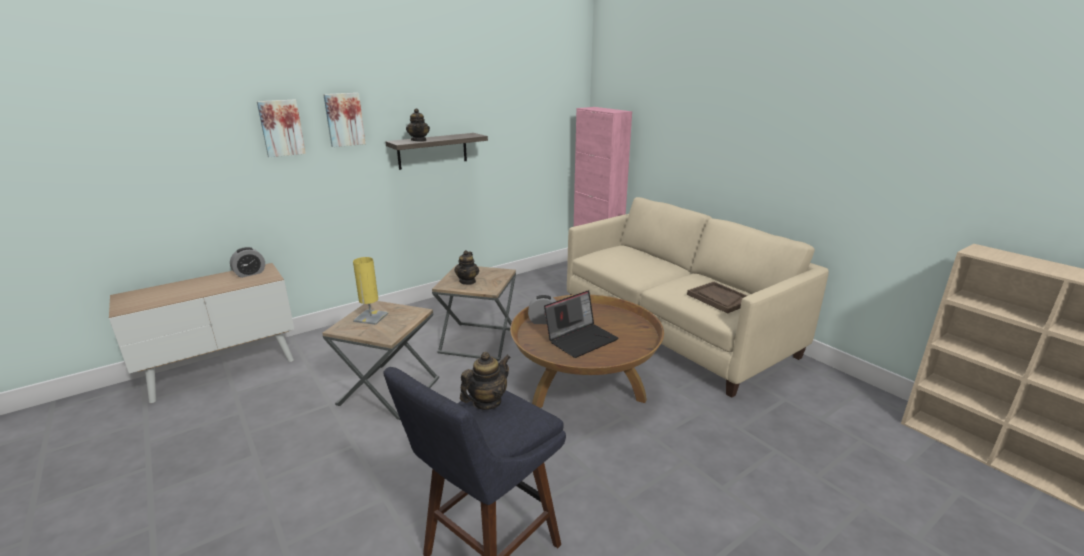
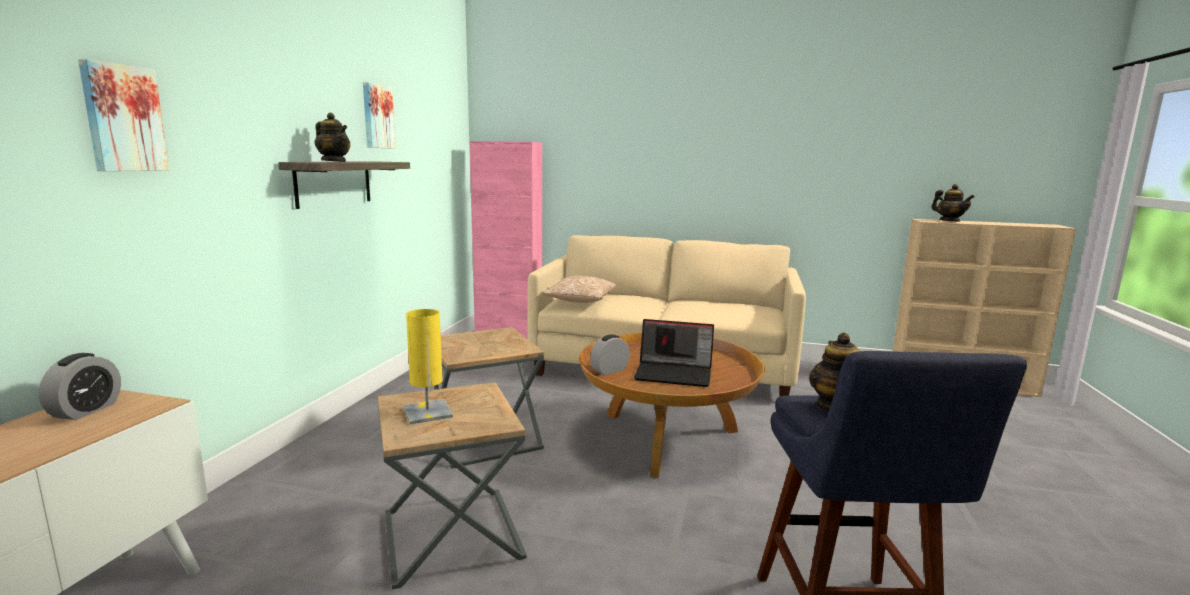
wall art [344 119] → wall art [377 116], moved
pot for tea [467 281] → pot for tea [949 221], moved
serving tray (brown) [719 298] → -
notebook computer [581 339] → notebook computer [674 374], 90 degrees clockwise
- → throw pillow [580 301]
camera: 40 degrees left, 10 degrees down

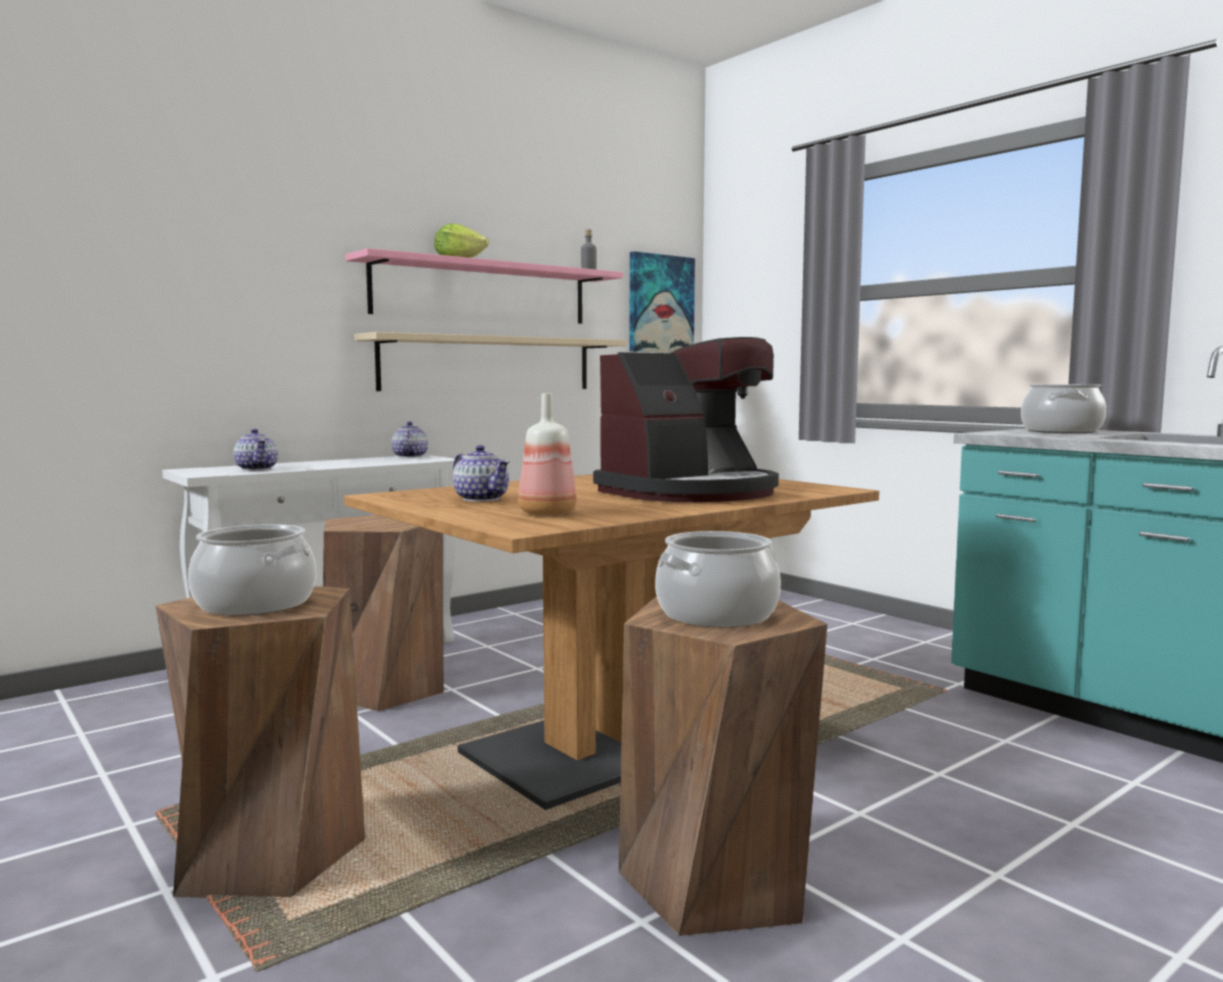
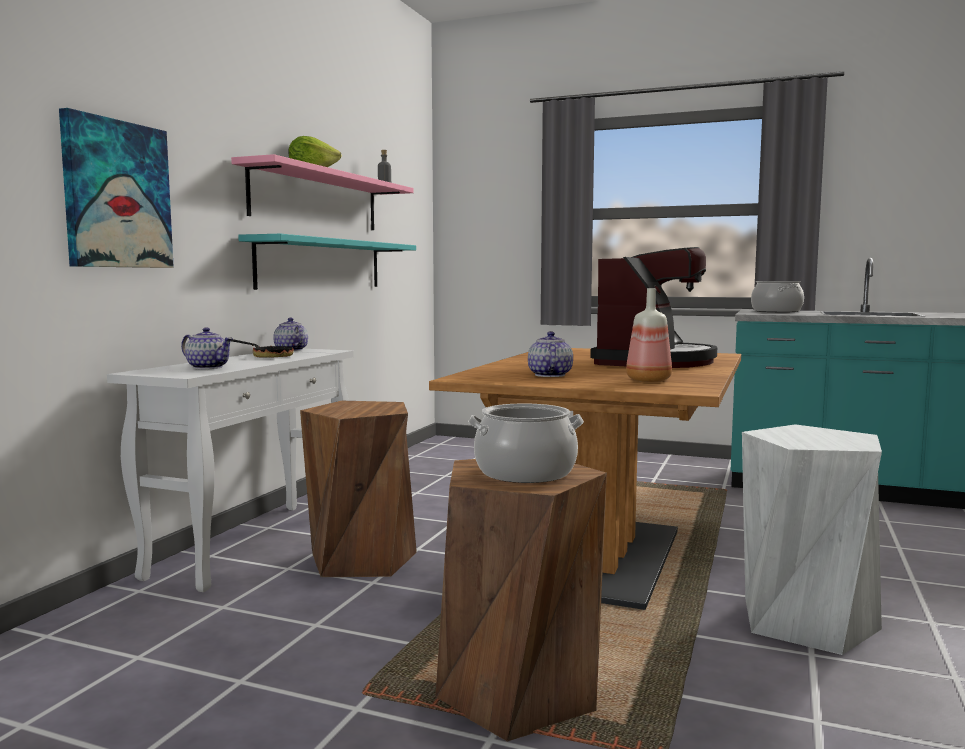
wall art [660 304] → wall art [117 195], moved
shelf (beige) [489 363] → shelf (turquoise-coloured) [322 264]
pot for tea [481 499] → pot for tea [549 375], 105 degrees counterclockwise
stockpot [716 614] → -
sitting stool (brown) [717 880] → sitting stool (whitish) [806 621]
- → skillet [267 356]
camera: 30 degrees left, 0 degrees up

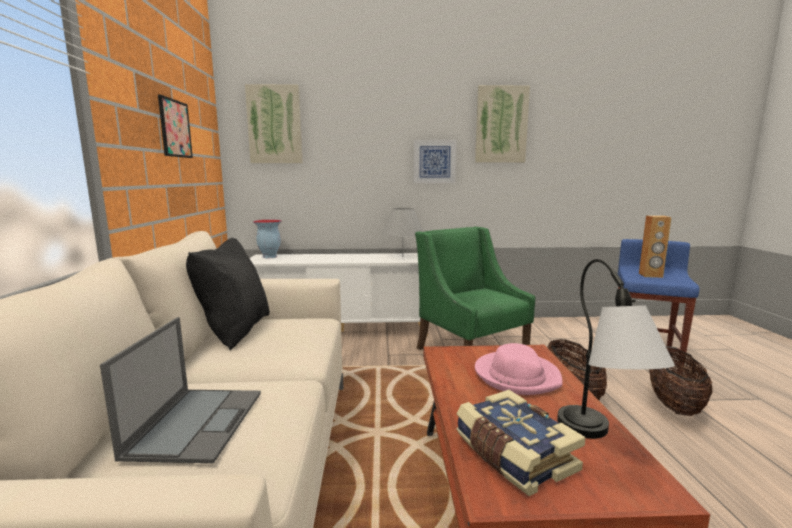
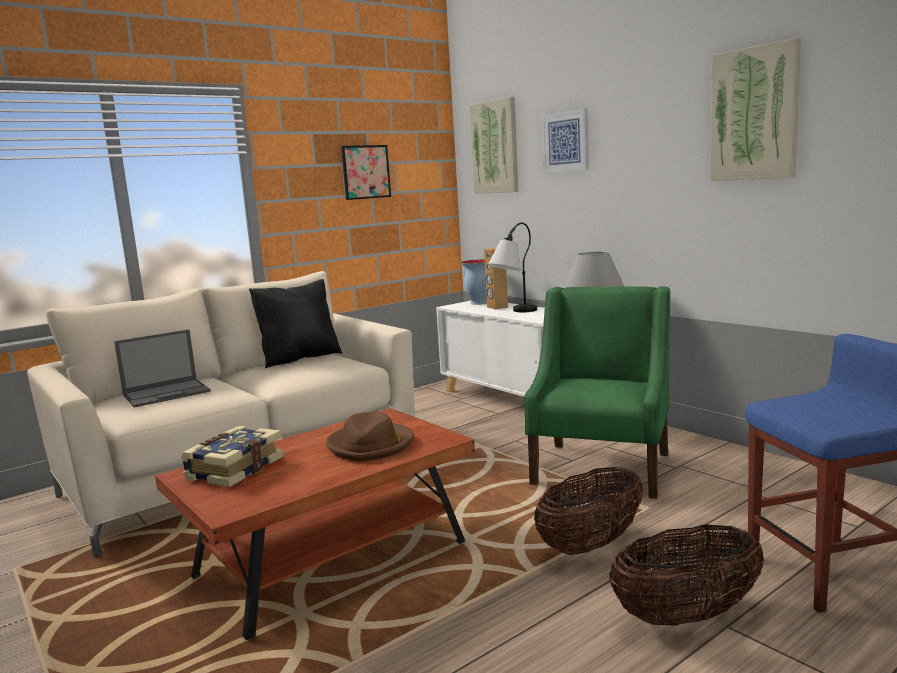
wall art [434 161] → wall art [566 141], moved
audio speaker (brown) [650 275] → audio speaker (brown) [497 307], moved
table lamp [601 444] → table lamp [513 312], moved
clothing hat (pinkish) [516 376] → clothing hat (brown) [371 445]
camera: 55 degrees right, 0 degrees up

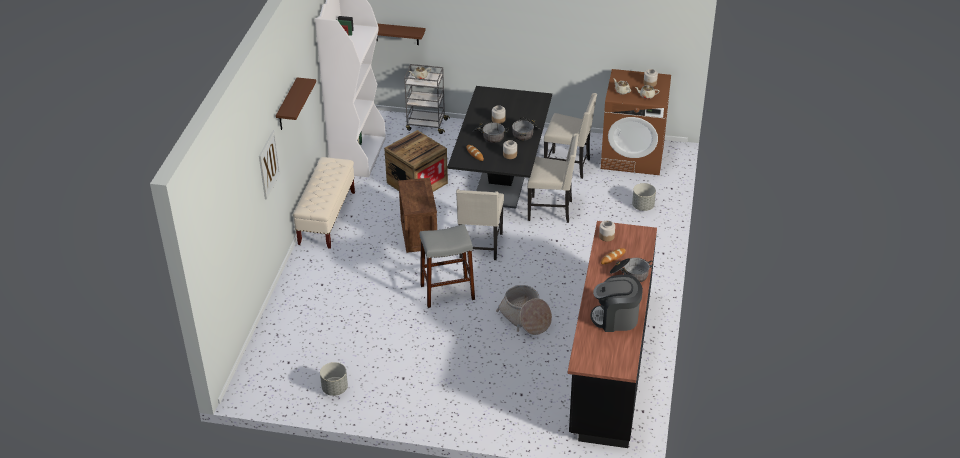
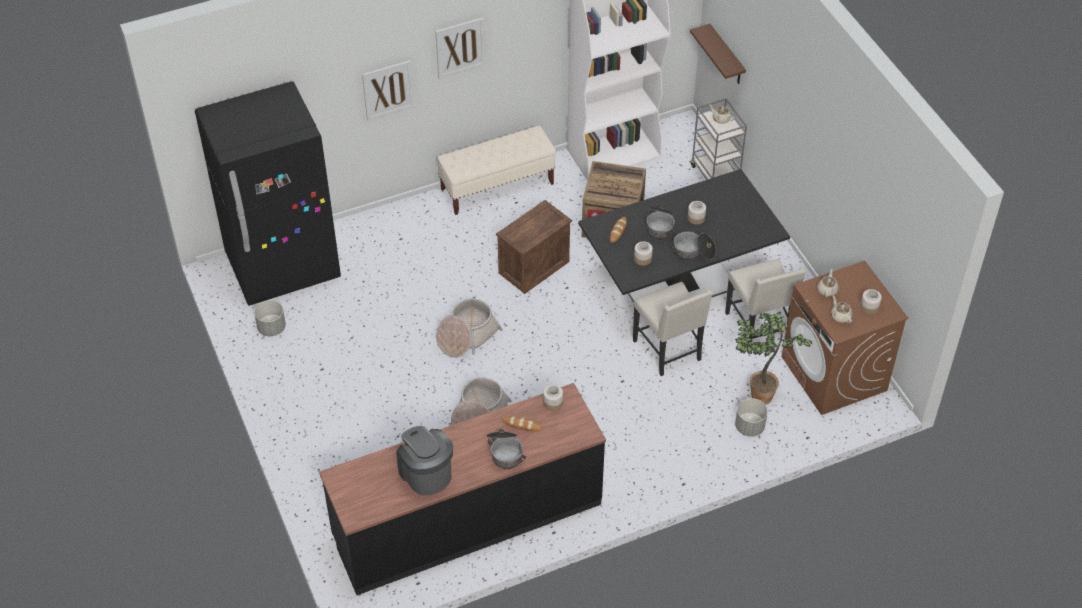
shelf (brown) [287 105] → wall art [460 47]
upright chair (beige) [480 246] → -
sitting stool (gray) [447 292] → storage basket [466 336]
- → kitchen fridge (black) [283 267]
- → plant in a pot [758 396]
camera: 55 degrees right, 10 degrees up

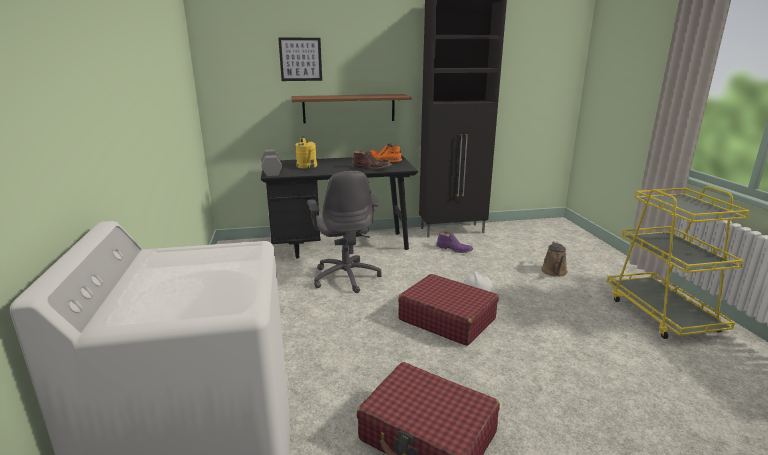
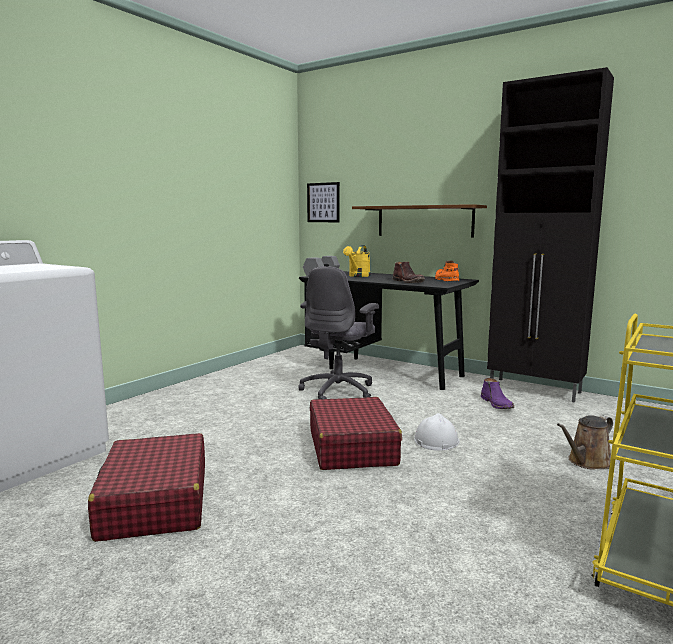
wall art [300 59] → wall art [323 202], moved
camera: 45 degrees right, 10 degrees down

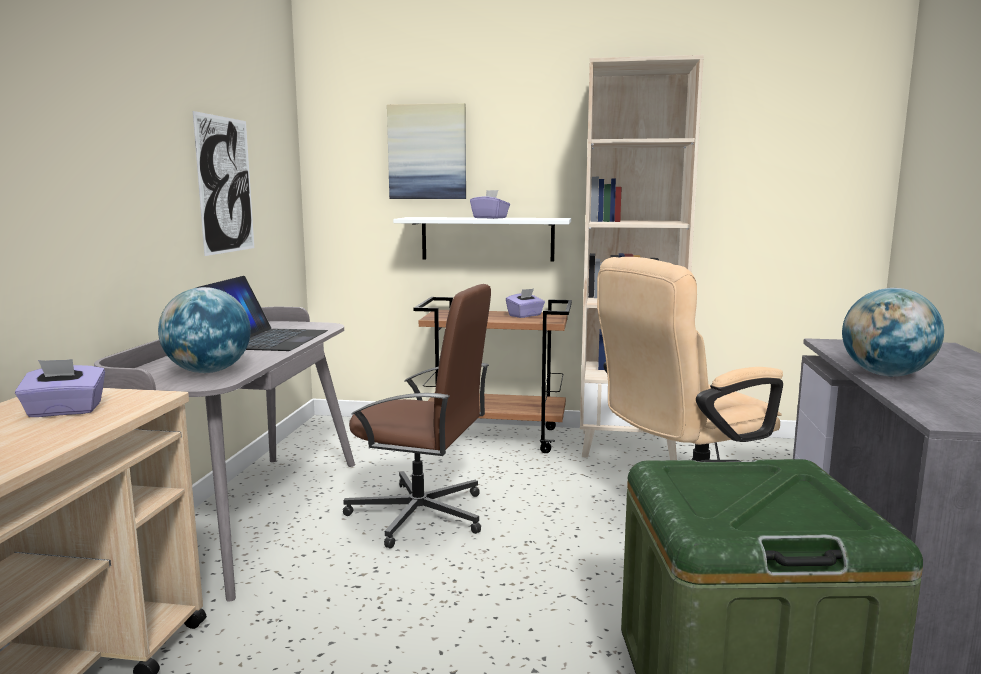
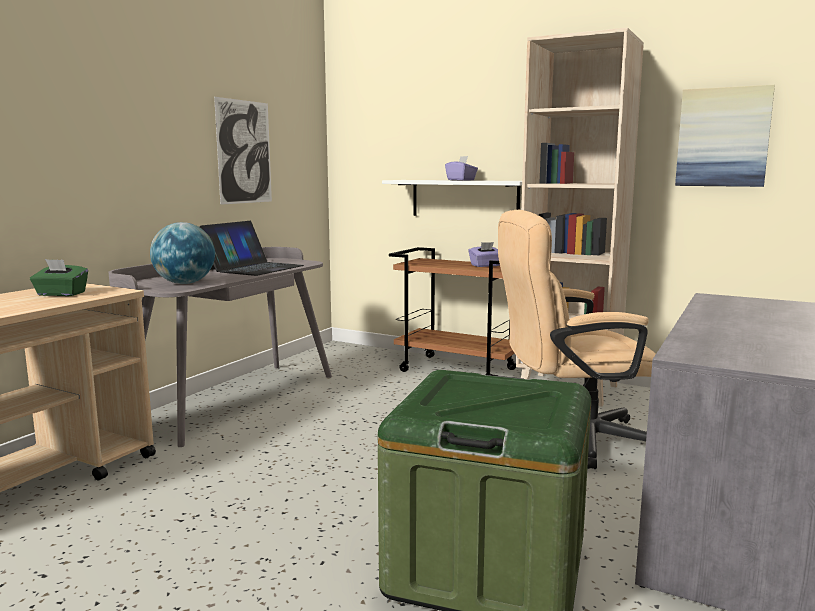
wall art [427 152] → wall art [723 137], moved
desk chair (brown) [421 515] → -
world globe [886 375] → -
tissue box (purple) [64 411] → tissue box (green-coloured) [61 294]
camera: 20 degrees right, 0 degrees up

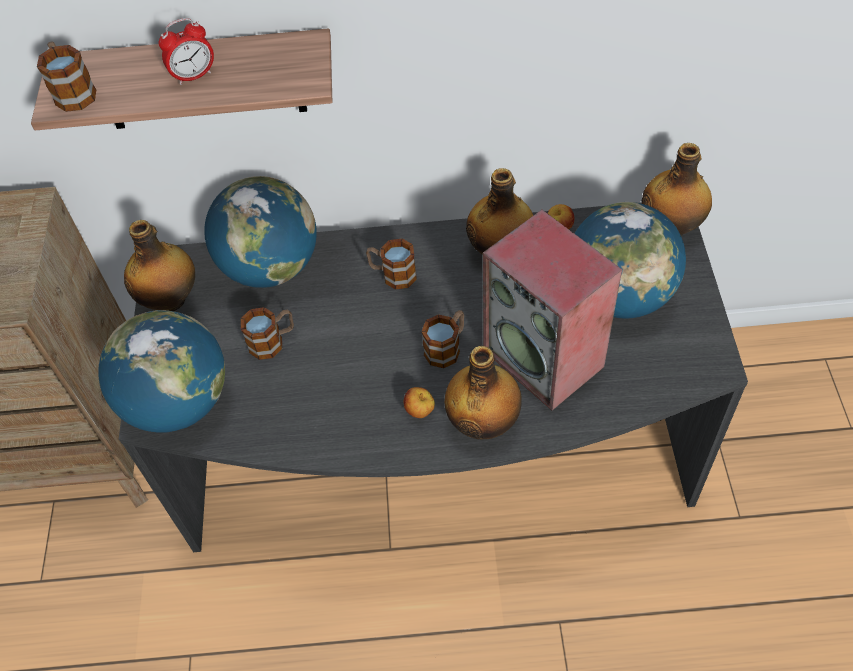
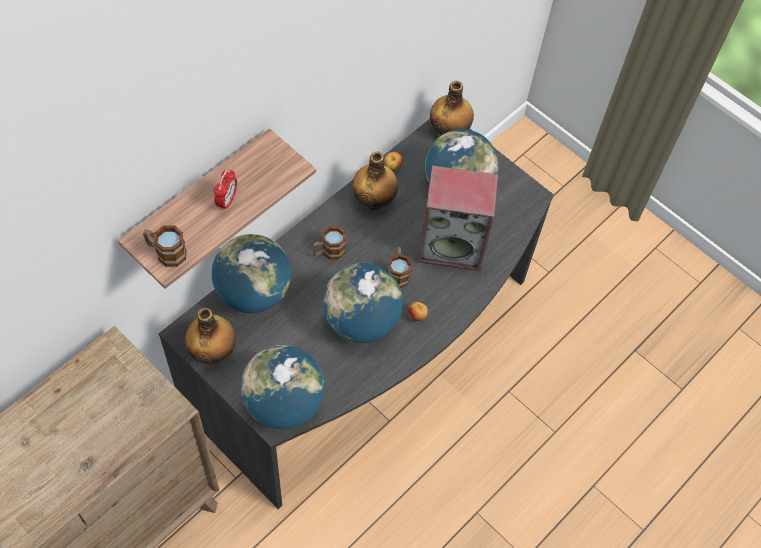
coffee mug [273 341] → -
beverage bottle [484 422] → -
- → world globe [361 321]
camera: 50 degrees left, 5 degrees up

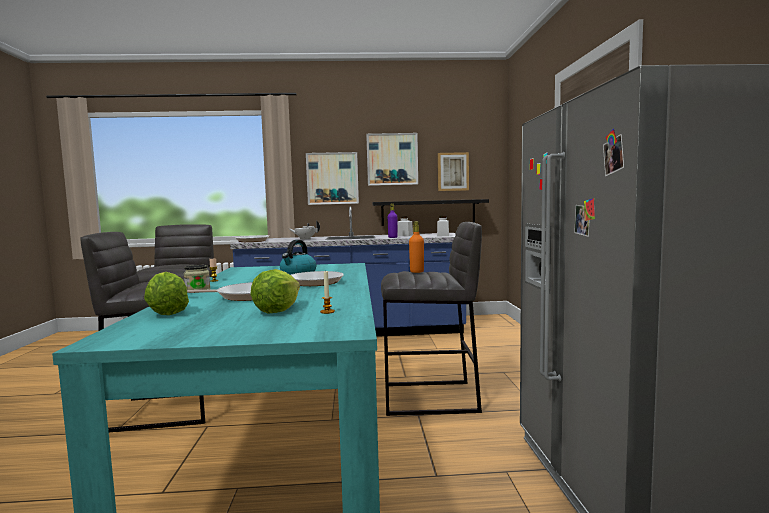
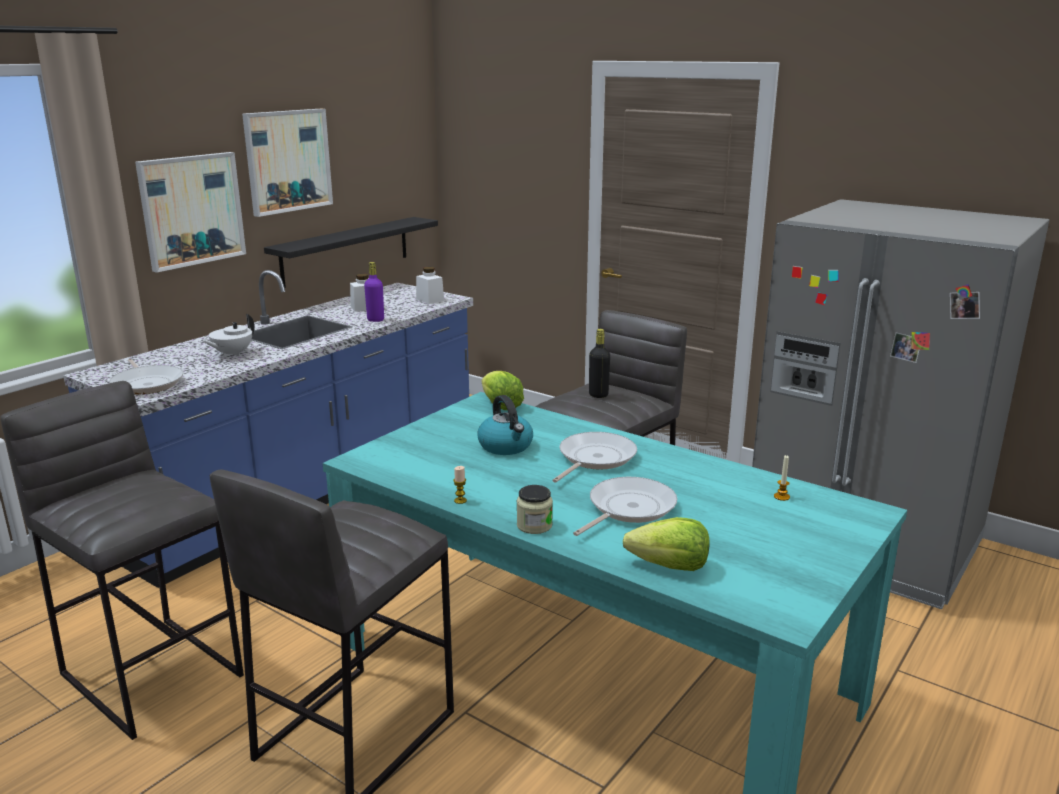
wall art [453 171] → -
beverage bottle (orange-coloured) [417 272] → beverage bottle (black) [598 395]
lettuce [278 310] → lettuce [500 405], moved
camera: 50 degrees left, 15 degrees up

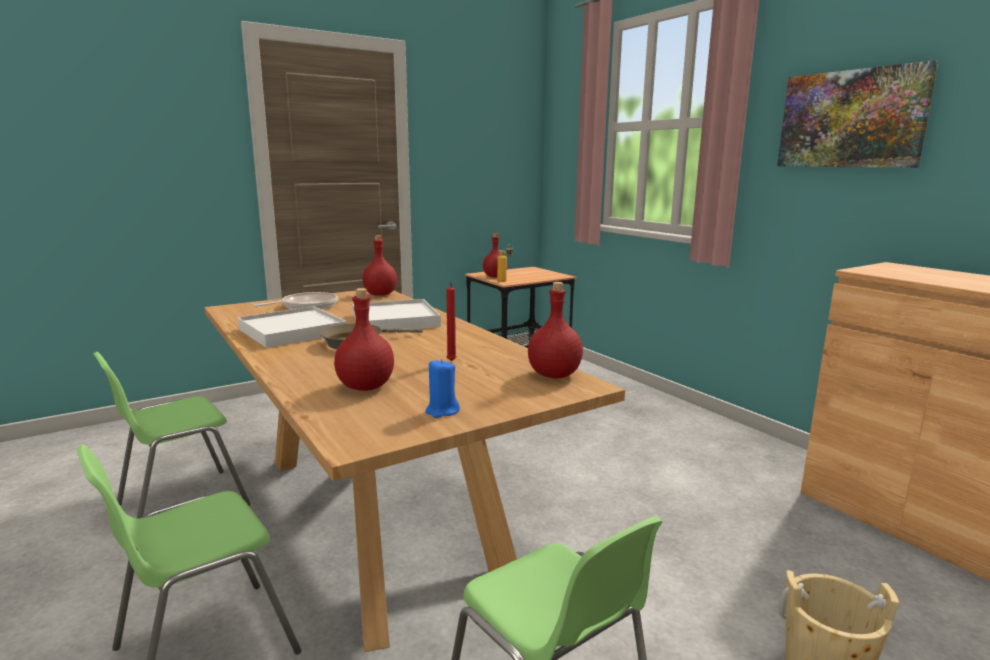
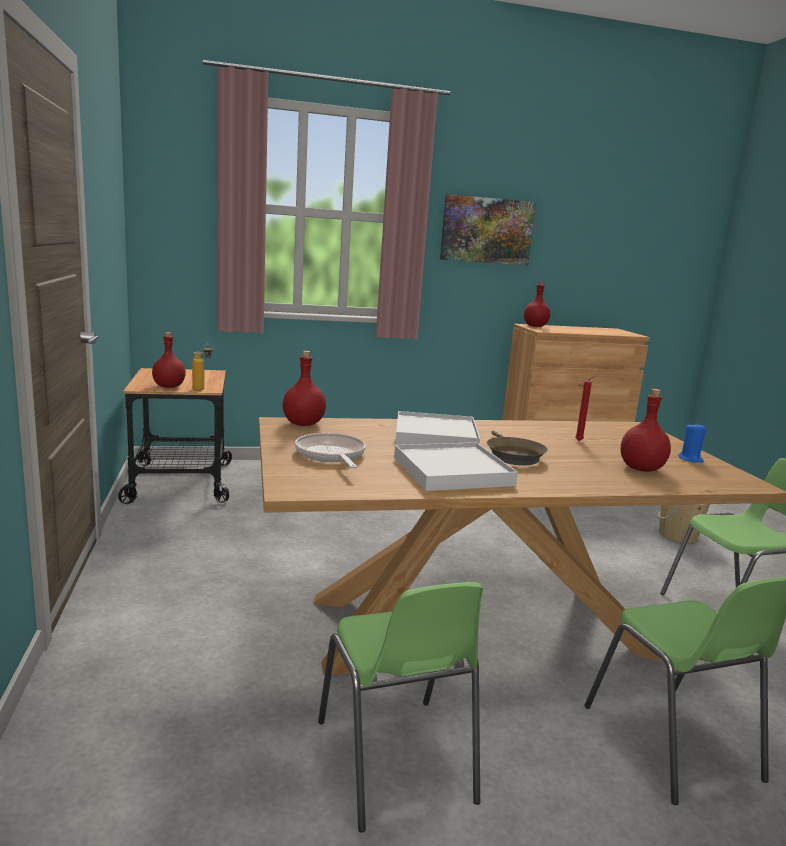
beverage bottle (red-coloured) [555 375] → beverage bottle (red-coloured) [535 326], moved
camera: 70 degrees left, 0 degrees up

